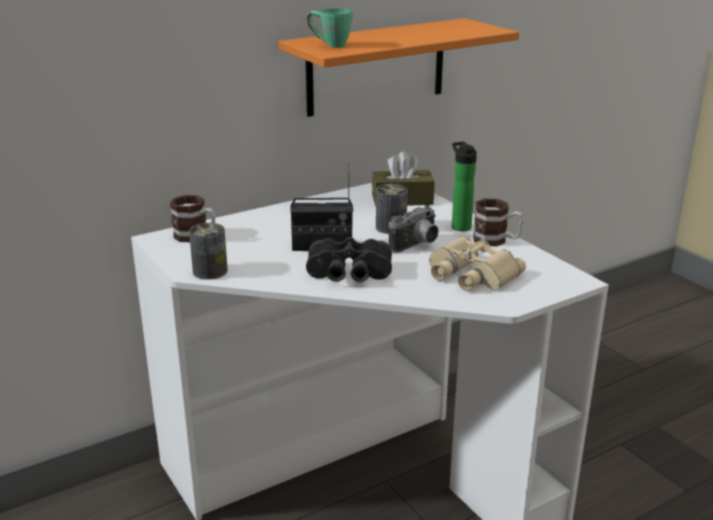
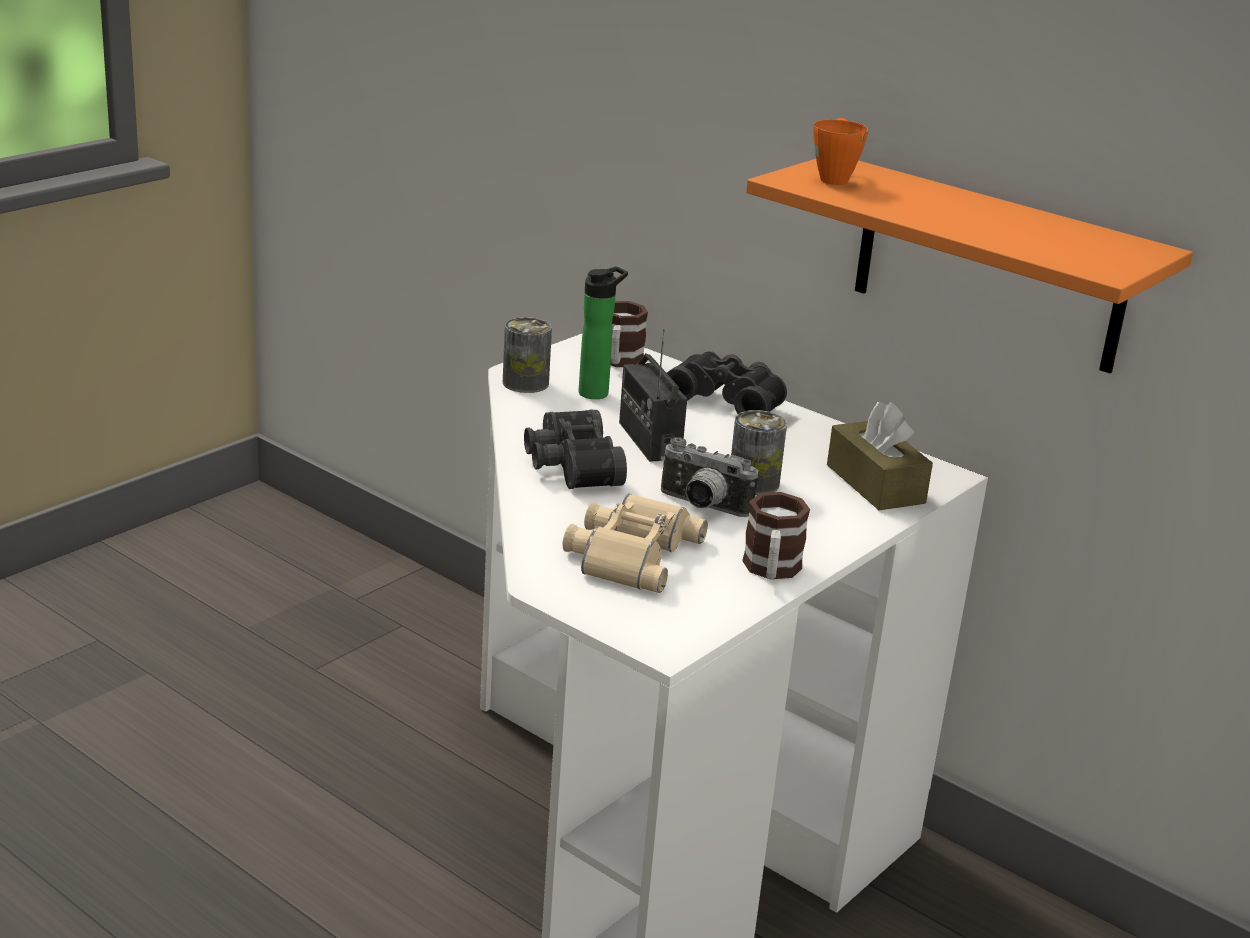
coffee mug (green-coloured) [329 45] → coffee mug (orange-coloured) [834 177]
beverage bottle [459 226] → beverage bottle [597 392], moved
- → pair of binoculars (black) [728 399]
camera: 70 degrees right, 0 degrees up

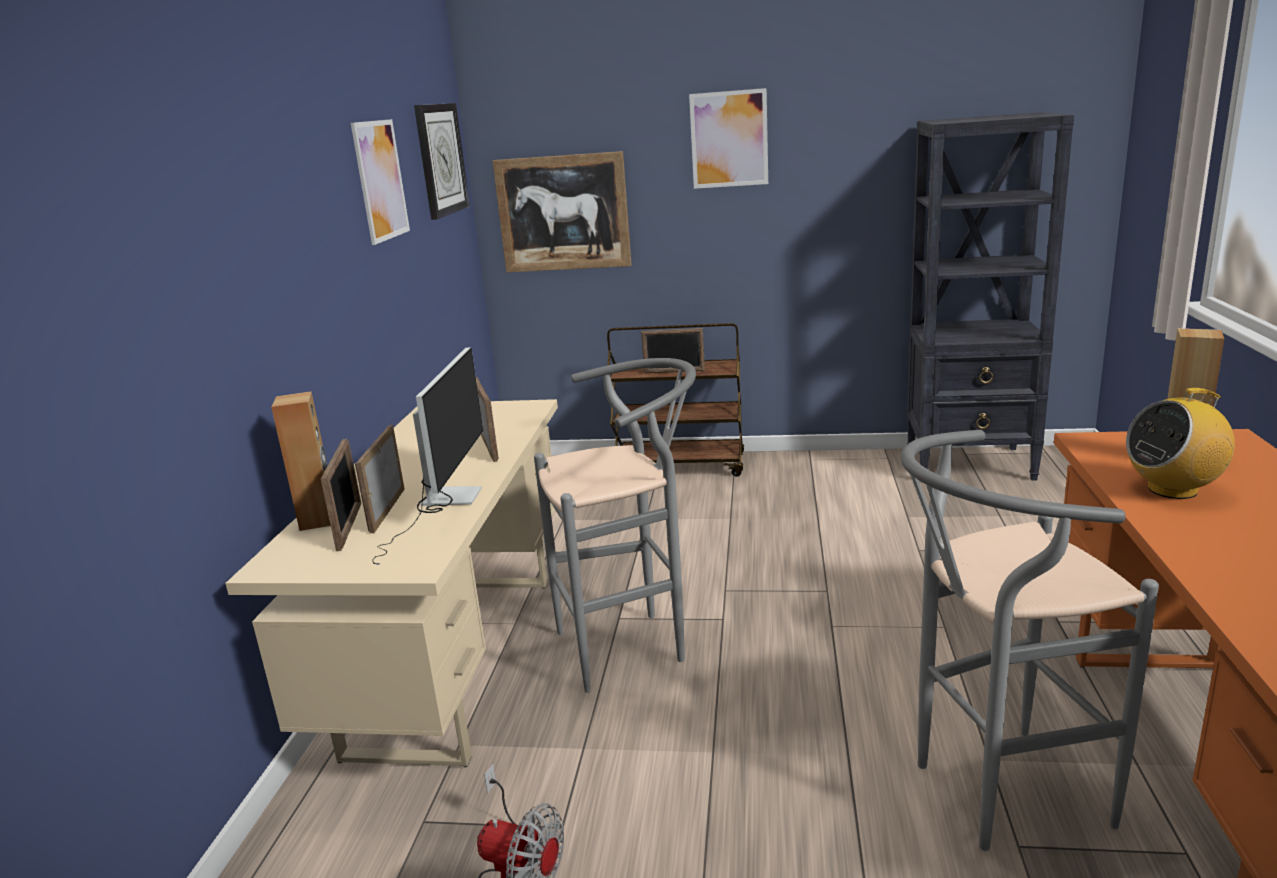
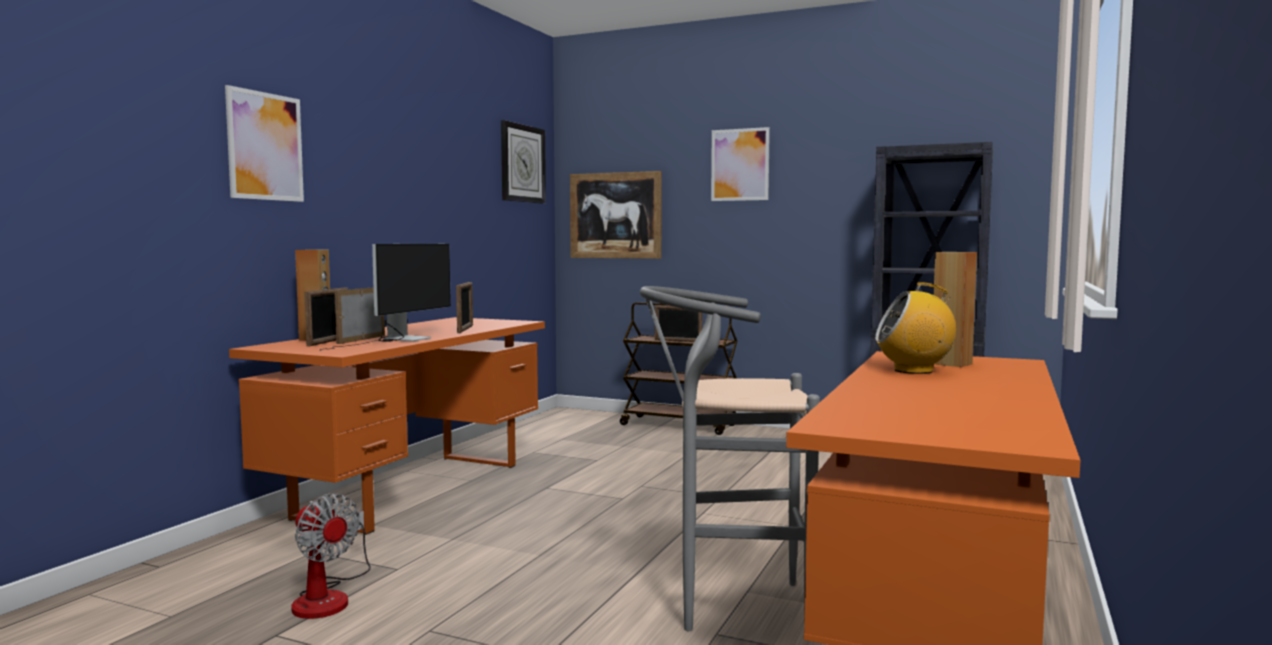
wall art [380 180] → wall art [265 146], moved
sitting stool (gray) [633 645] → -
desk (beige) [456 659] → desk (orange-coloured) [413 489]
camera: 15 degrees right, 15 degrees down

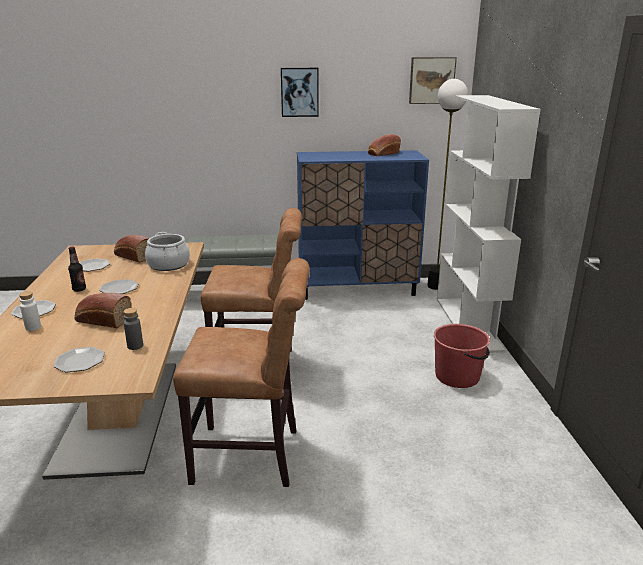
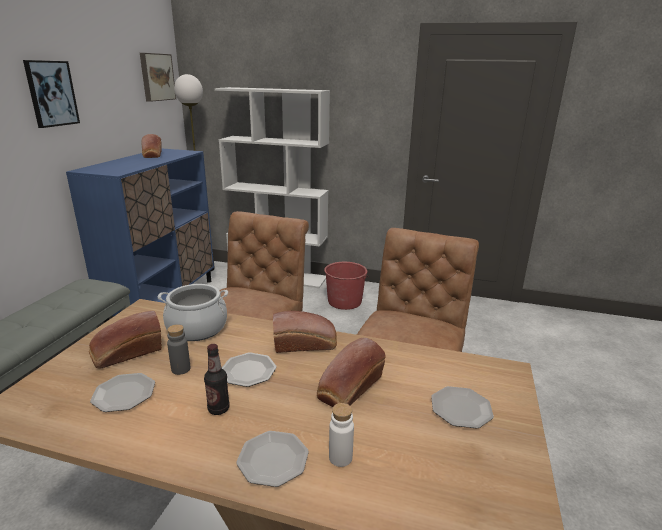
beverage bottle (gray) [135 346] → beverage bottle (gray) [181 369], moved
- → bread [306 344]
camera: 70 degrees left, 0 degrees up

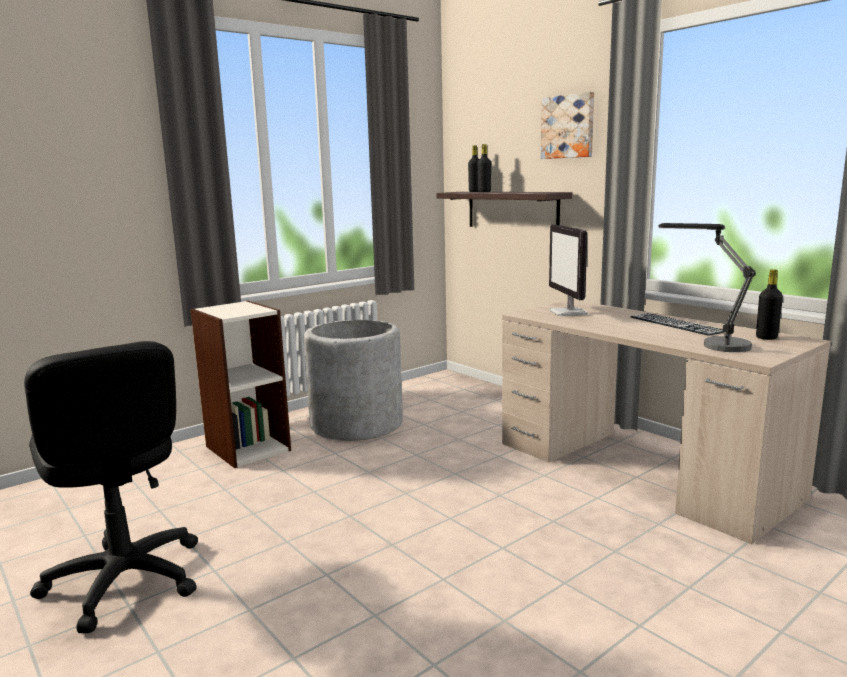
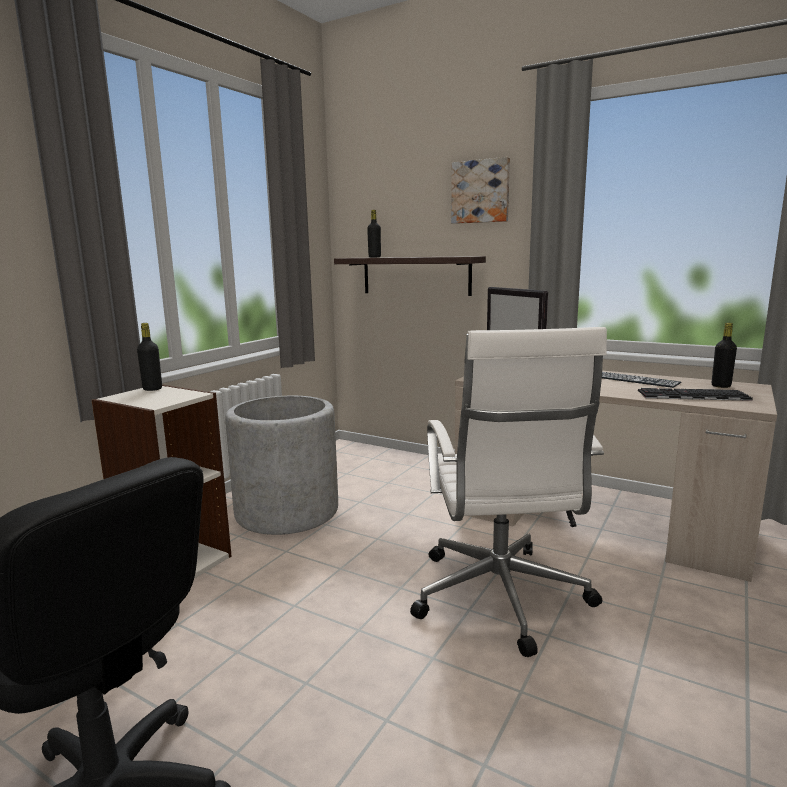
beverage bottle (black) [484 192] → beverage bottle (black) [152 389], moved
table lamp [713 344] → PC keyboard [692 396]
- → desk chair (whitish) [500 598]
camera: 20 degrees left, 0 degrees up

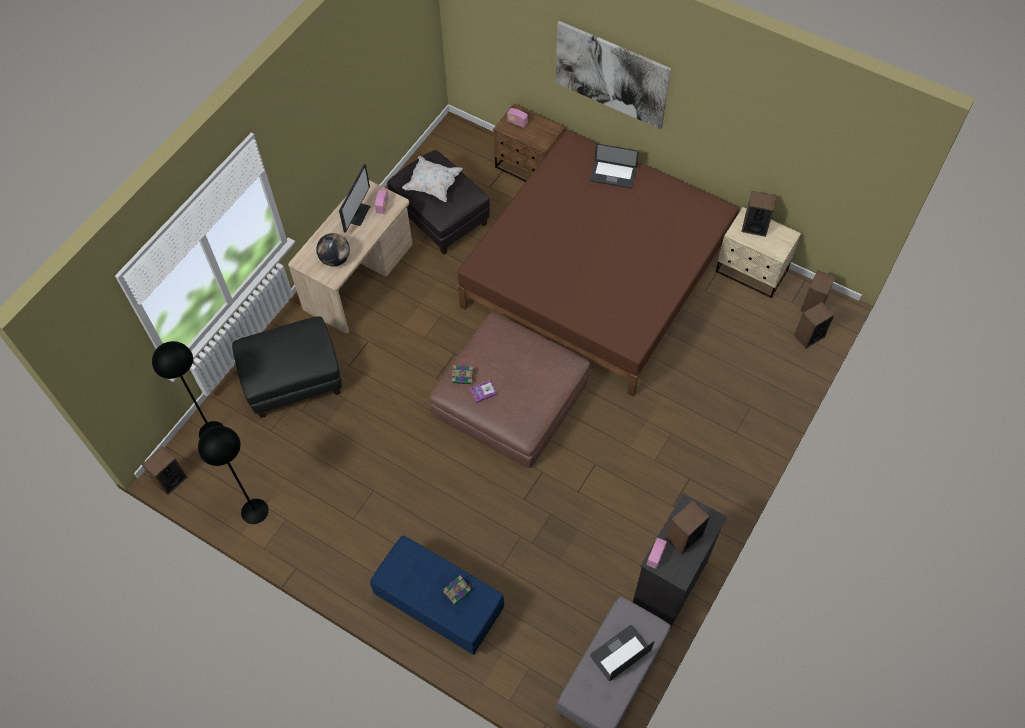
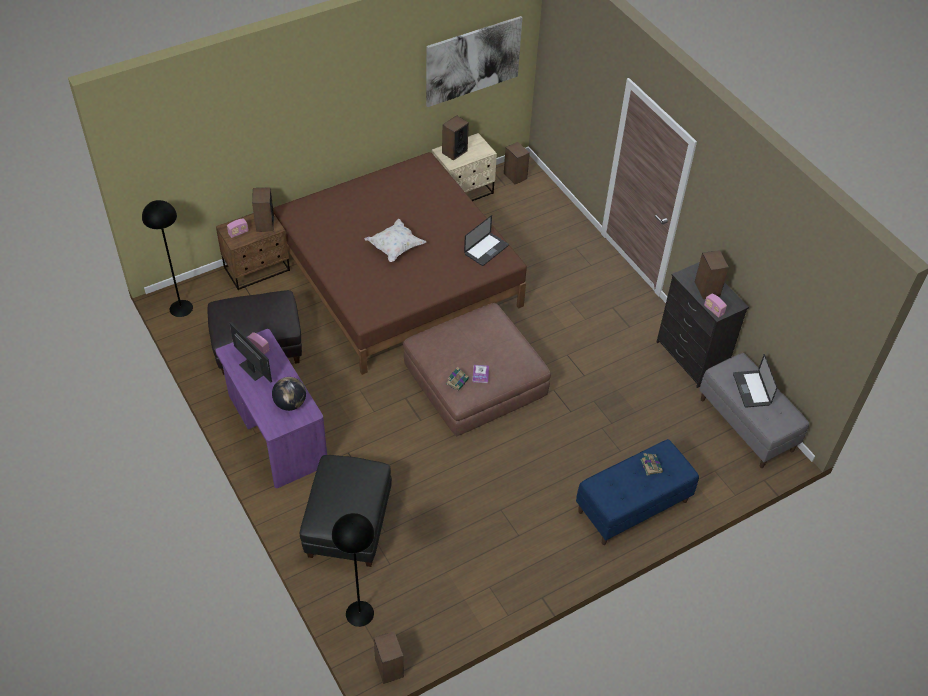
wall art [611 74] → wall art [473 61], moved
notebook computer [613 175] → notebook computer [486 250], moved
throw pillow (whitish) [433 185] → throw pillow (whitish) [395 247], moved
desk (beige) [359 277] → desk (purple) [275 431]
audio speaker [809 336] → audio speaker [265 223], moved
standard lamp (black) [255 511] → standard lamp (black) [181 308], moved
camera: 65 degrees left, 10 degrees down

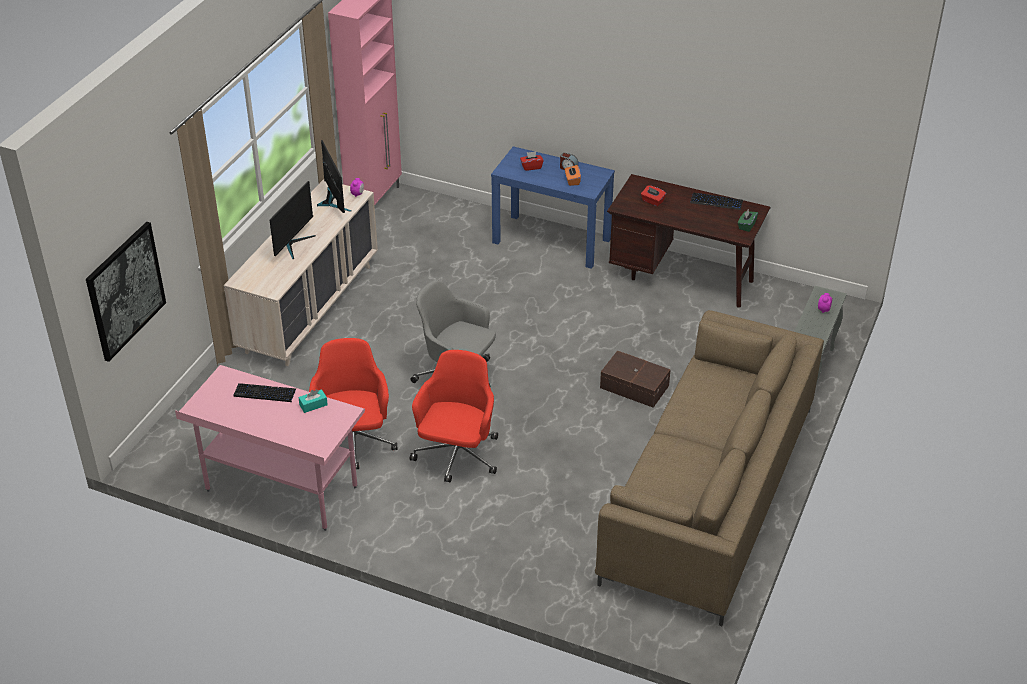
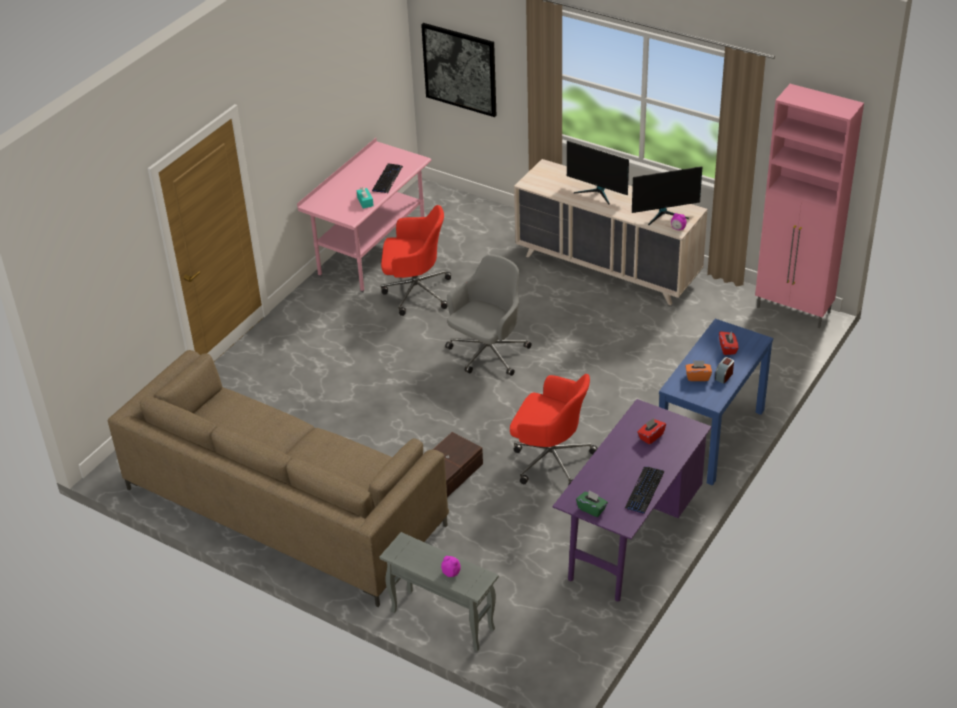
desk (brown) [682 277] → desk (purple) [631 538]
desk chair (red-coloured) [457 456] → desk chair (red-coloured) [550 459], moved
camera: 100 degrees right, 0 degrees up

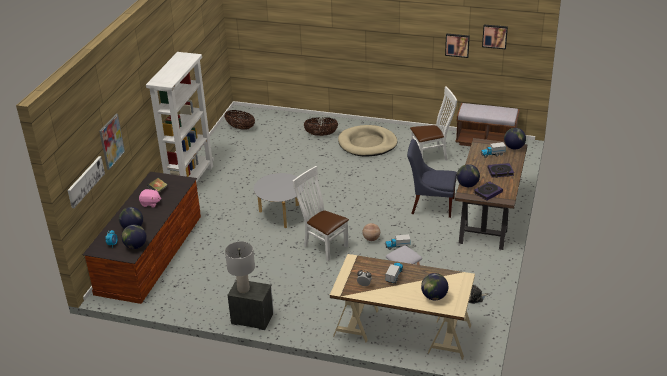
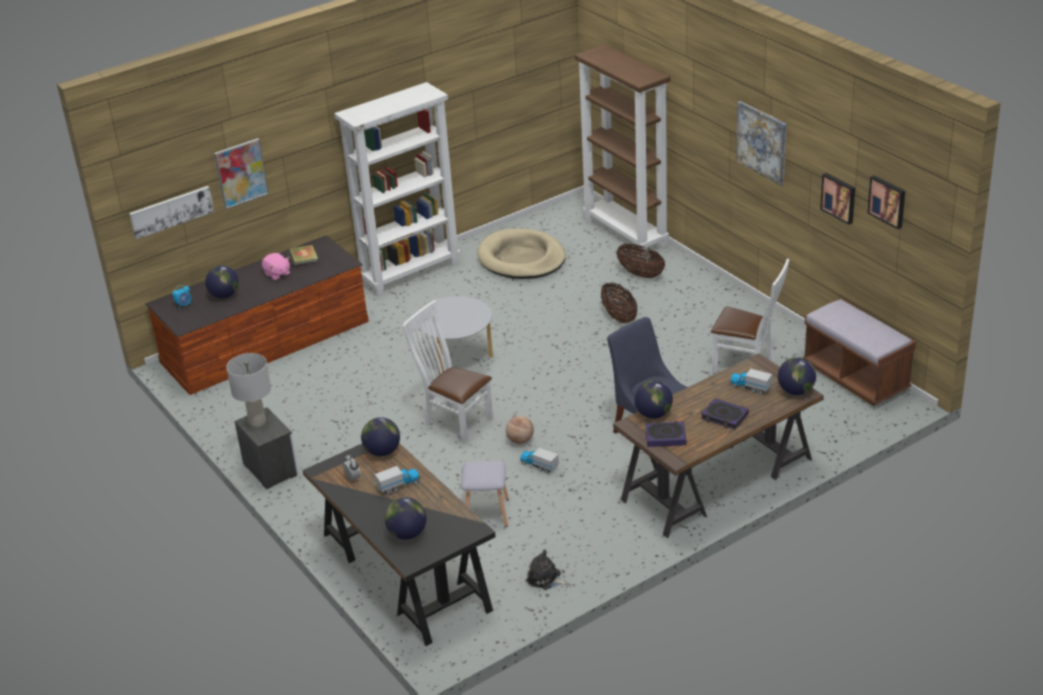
storage basket [240 128] → storage basket [619 317], moved
pet bed (beige) [367 143] → pet bed (beige) [521 259], moved
upright chair (whitish) [323 245] → upright chair (whitish) [454 421], 45 degrees counterclockwise
world globe [135 246] → world globe [382 451], moved
desk (beige) [402 331] → desk (black) [404 572]
- → shelving unit (brown) [626 233]
- → wall art [762 142]
camera: 40 degrees right, 0 degrees up

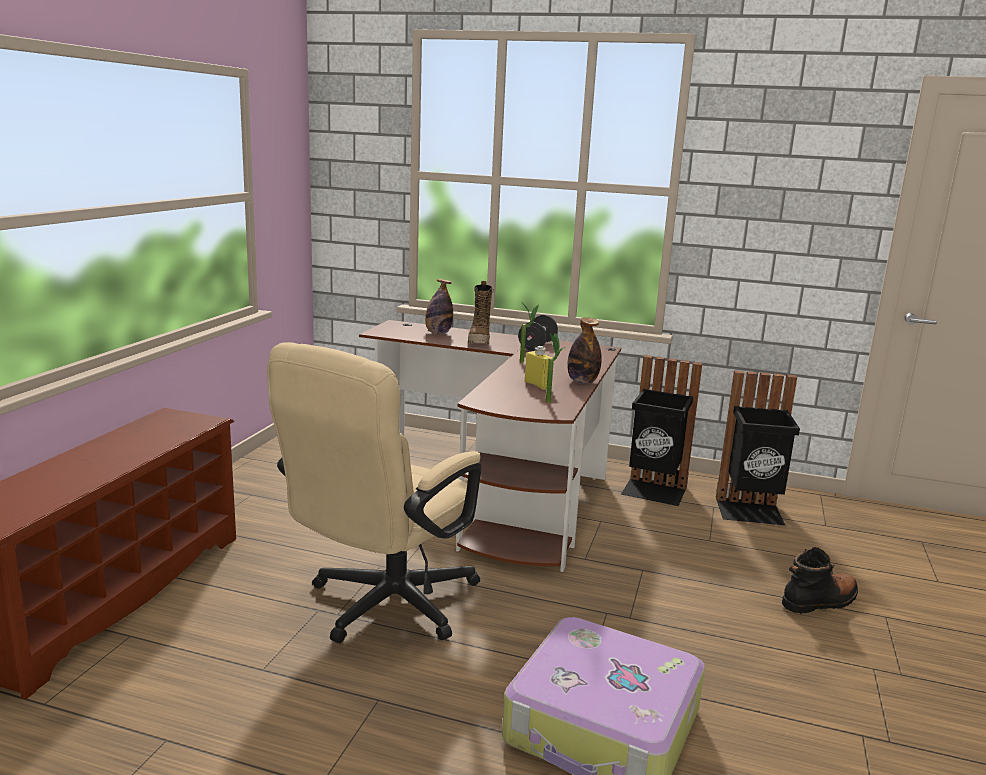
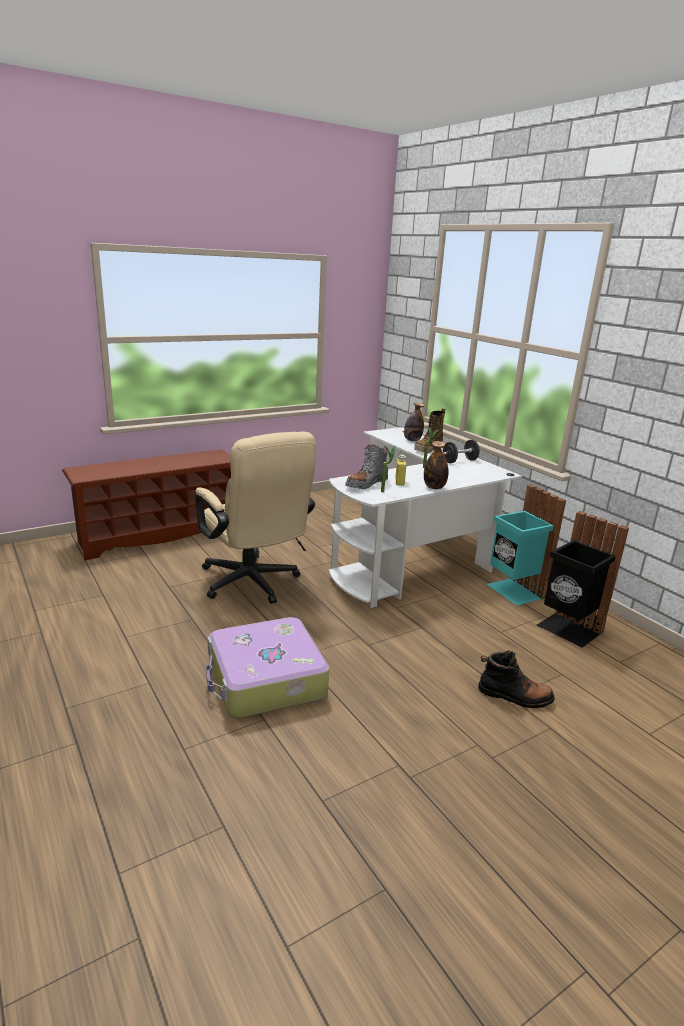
desk (brown) [503 488] → desk (whitish) [412 554]
desk chair (beige) [382 607] → desk chair (beige) [253 584], 105 degrees counterclockwise
rubbish bin (black) [654 492] → rubbish bin (turquoise-coloured) [514 591]
- → tall boot (gray) [366 484]
camera: 40 degrees right, 5 degrees up

